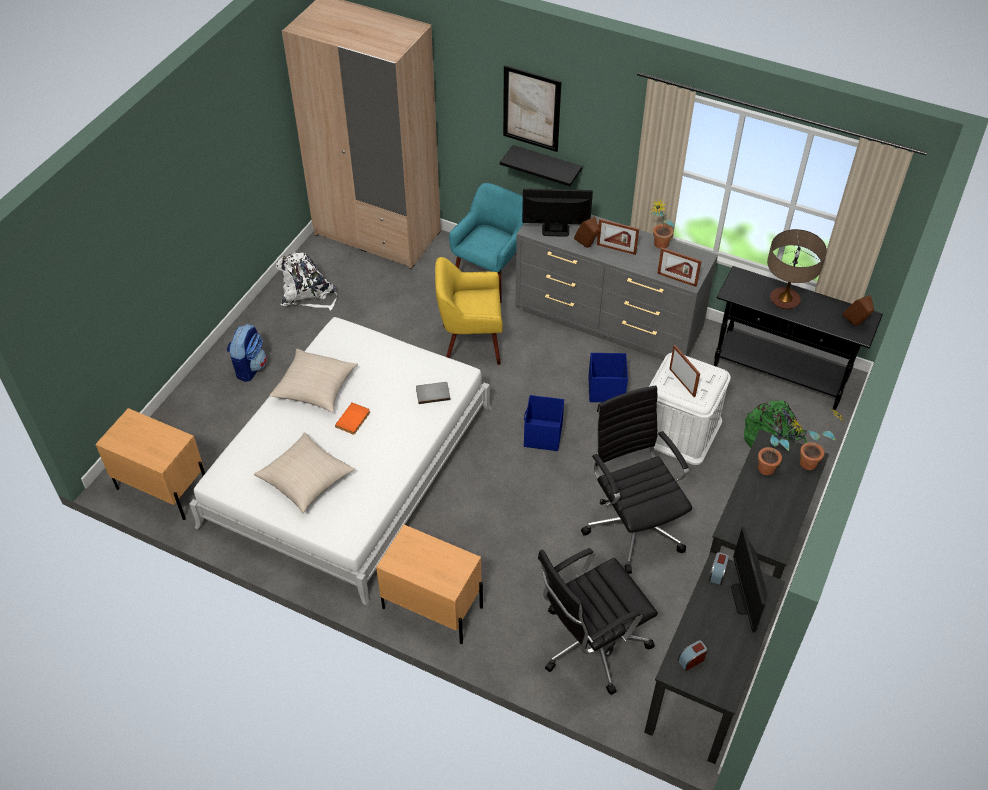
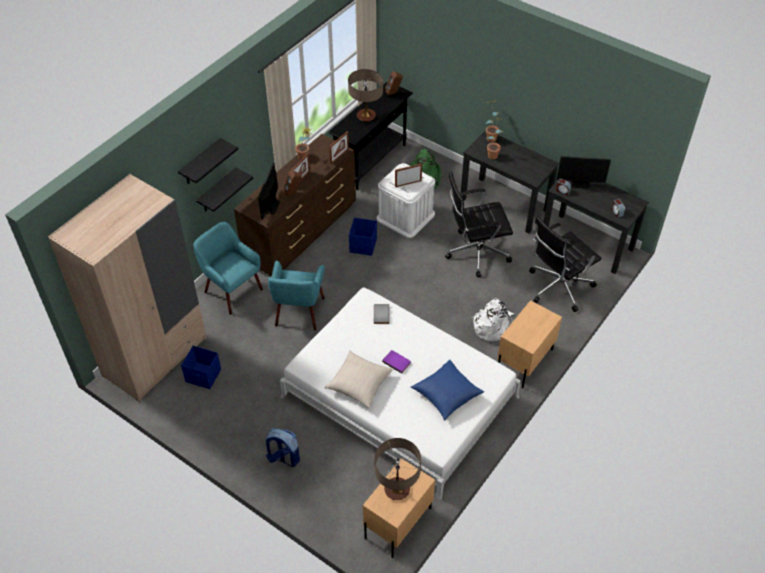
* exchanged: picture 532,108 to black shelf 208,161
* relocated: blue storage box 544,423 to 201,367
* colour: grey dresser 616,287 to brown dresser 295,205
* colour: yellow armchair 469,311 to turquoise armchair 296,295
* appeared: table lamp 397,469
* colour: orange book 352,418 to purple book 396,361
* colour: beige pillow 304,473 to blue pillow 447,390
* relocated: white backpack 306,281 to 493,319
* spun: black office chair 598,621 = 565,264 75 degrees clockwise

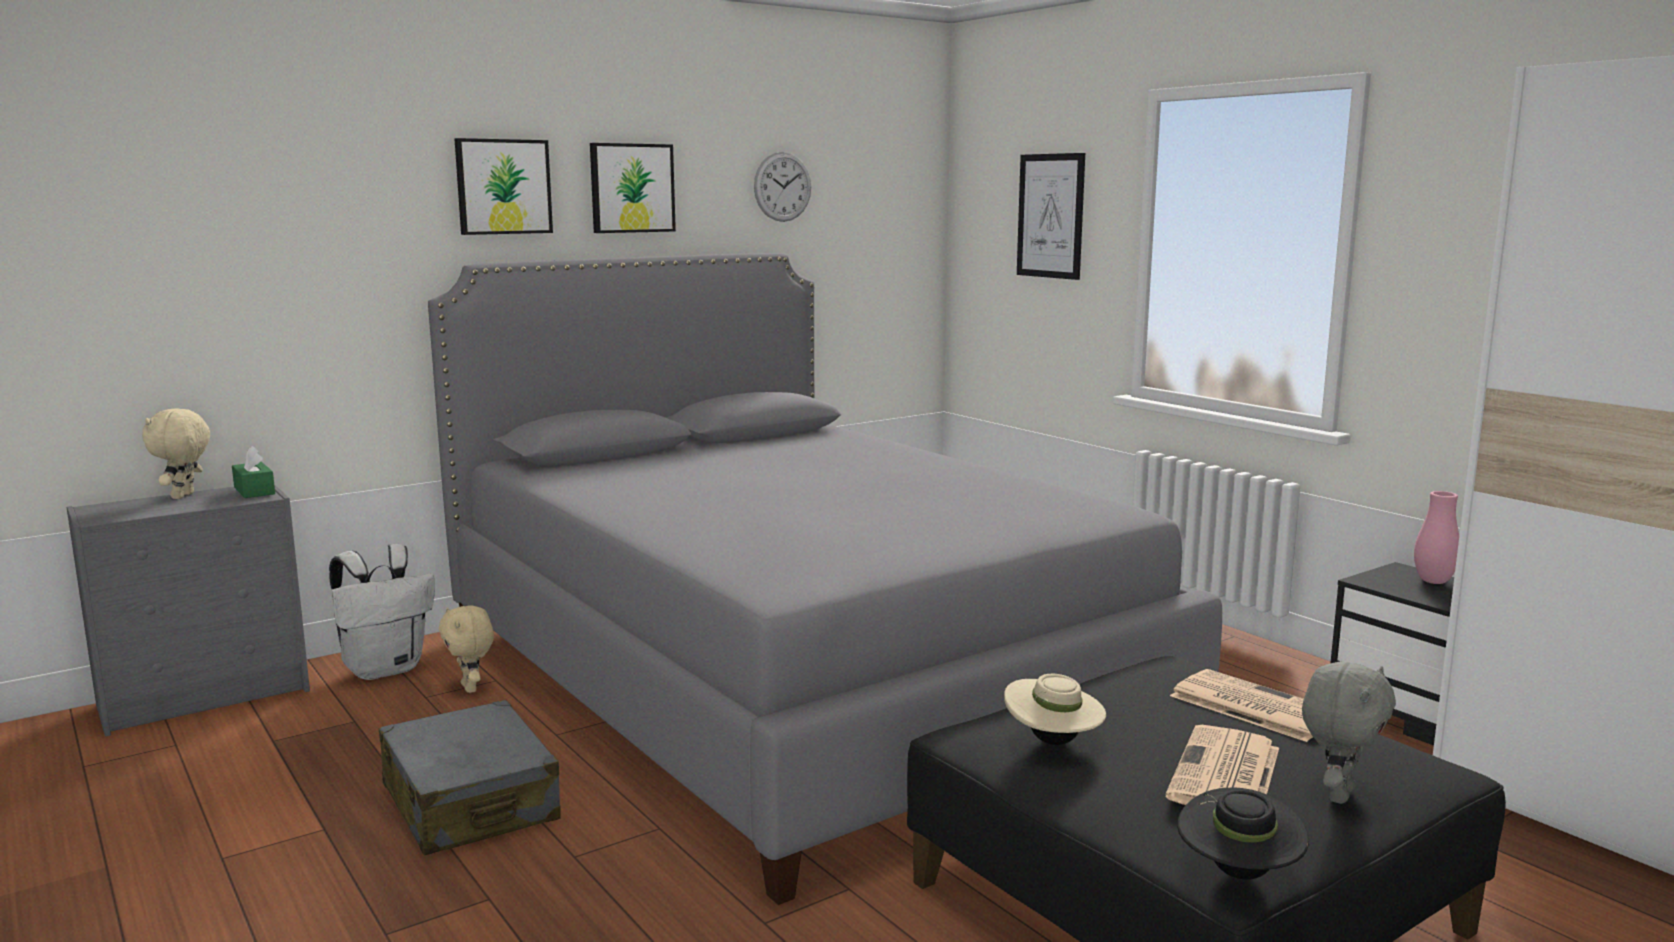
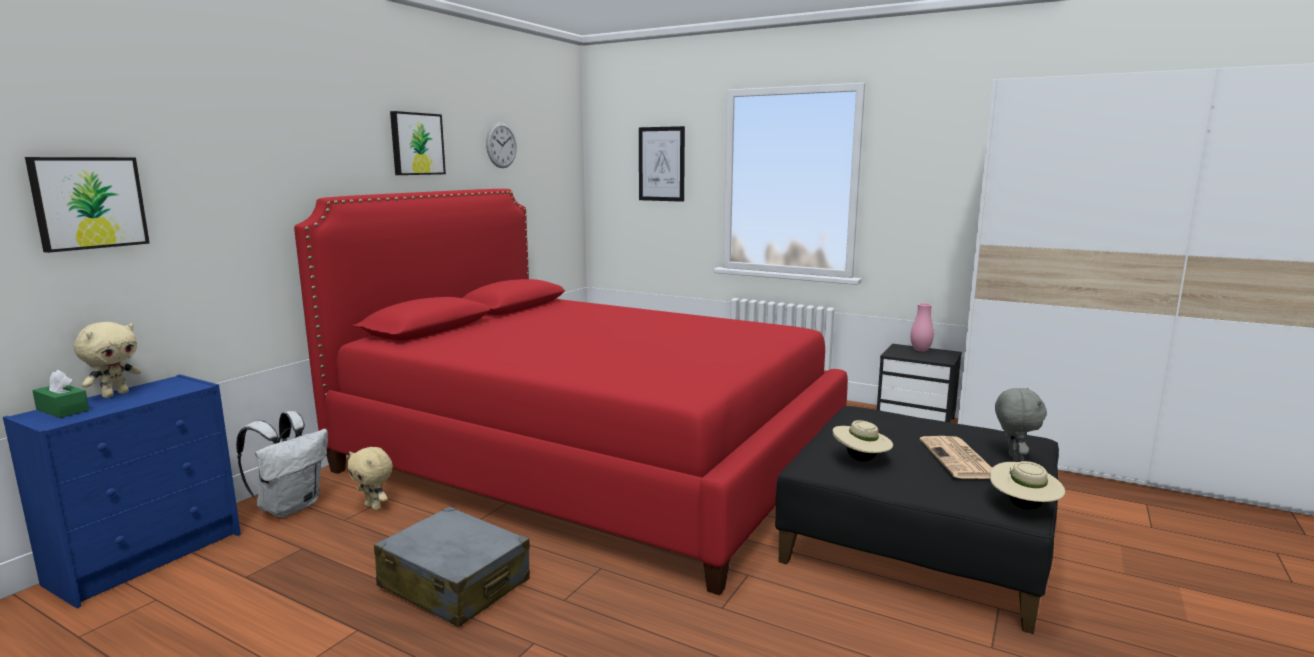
* colour: grey dresser 188,610 to blue dresser 122,491
* relocated: picture 504,186 to 87,205
* relocated: green tissue box 253,472 to 60,394
* spun: beige plush toy 176,453 = 107,360 135 degrees counterclockwise
* colour: grey bed 825,579 to red bed 571,392
* colour: black hat 1243,833 to beige hat 1027,485
* missing: newspaper 1241,705

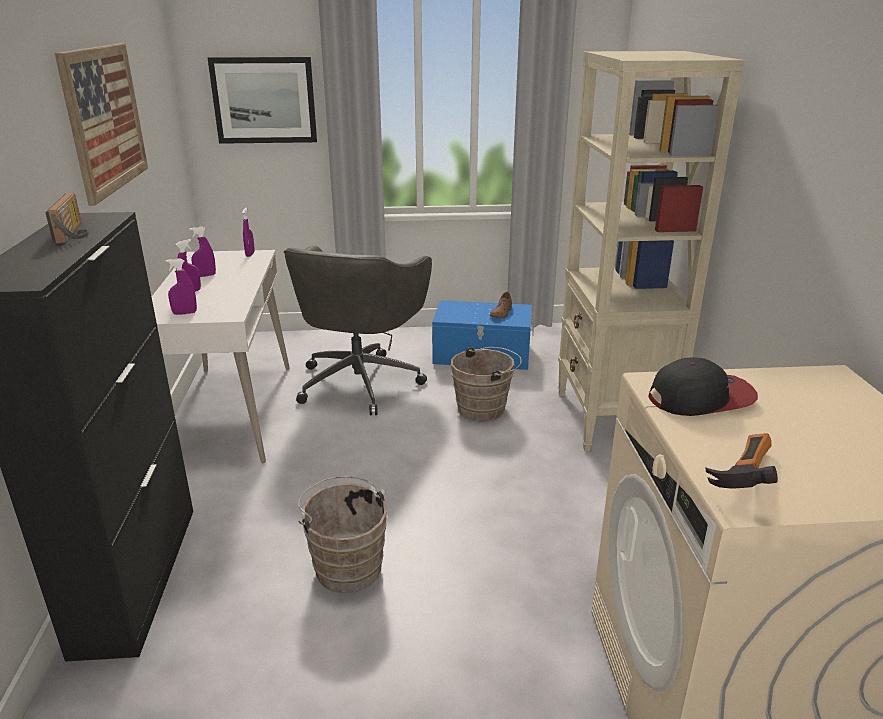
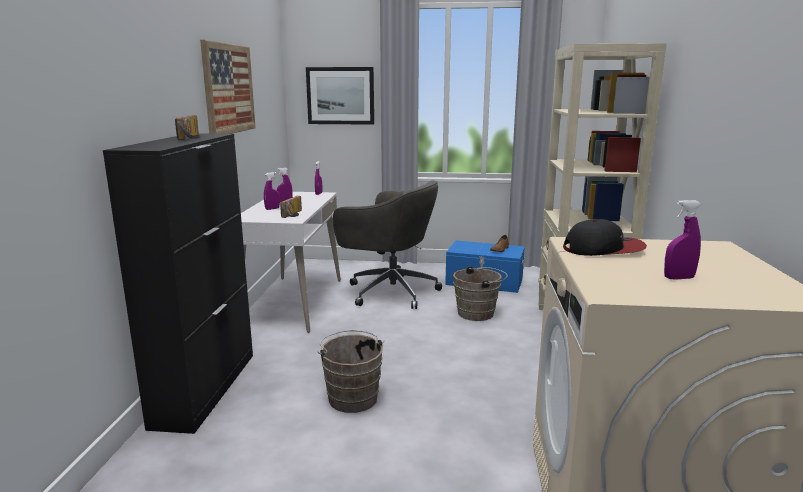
* appeared: radio 291,207
* spun: grey office chair 358,330 = 387,244 90 degrees counterclockwise
* relocated: purple spray bottle 181,286 to 683,240
* missing: hammer 742,461

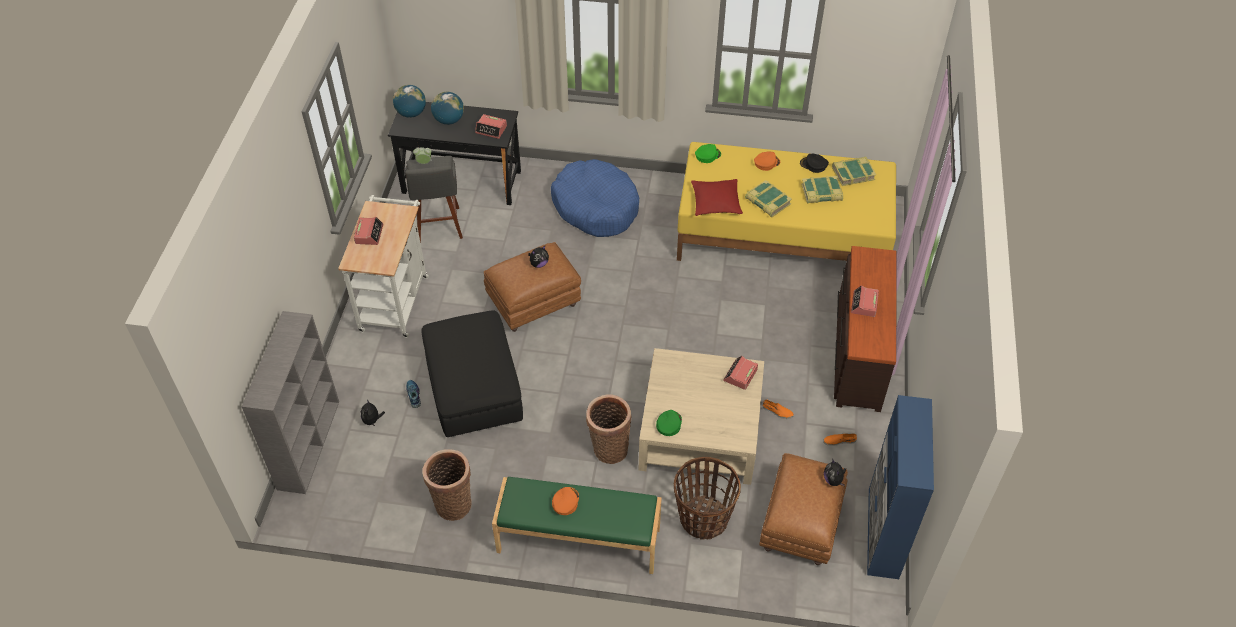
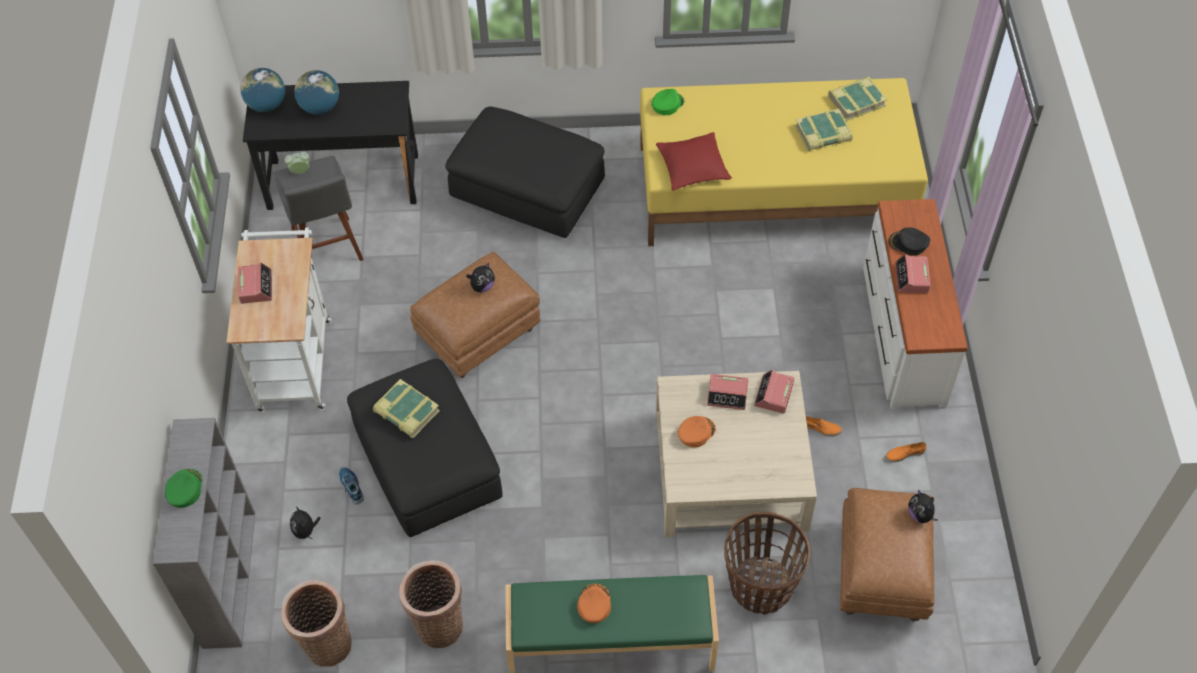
* relocated: green cap 669,423 to 183,488
* relocated: basket 609,429 to 316,623
* relocated: book 768,198 to 406,408
* exchanged: blue dog bed 595,198 to black ottoman 525,172
* relocated: orange cap 767,161 to 696,431
* relocated: alarm clock 491,126 to 728,392
* colour: brown dresser 865,329 to white dresser 915,304
* relocated: black cap 814,163 to 909,242
* missing: blue cabinet 900,487

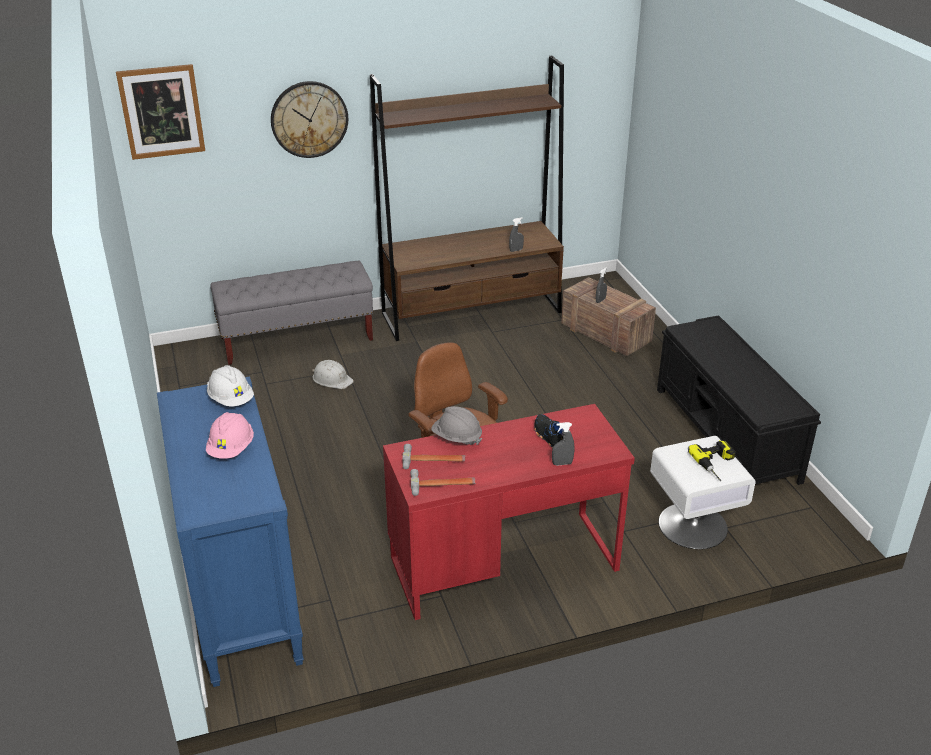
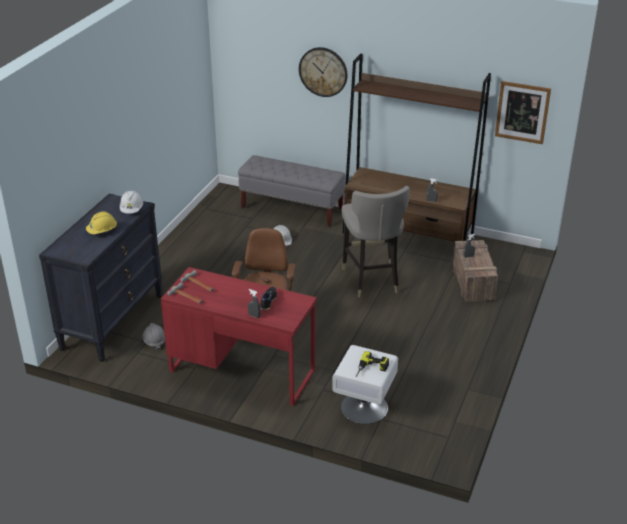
* colour: blue dresser 230,531 to black dresser 100,277
* colour: pink hard hat 230,435 to yellow hard hat 101,222
* relocated: grey hard hat 456,425 to 154,336
* appeared: grey stool 376,242
* relocated: picture 160,112 to 523,112
* missing: black bench 739,400

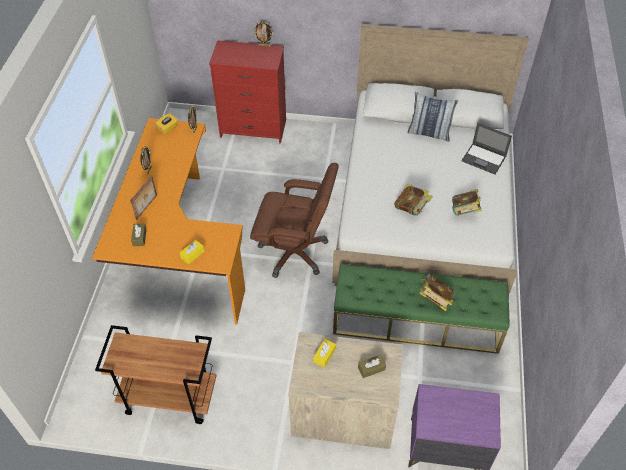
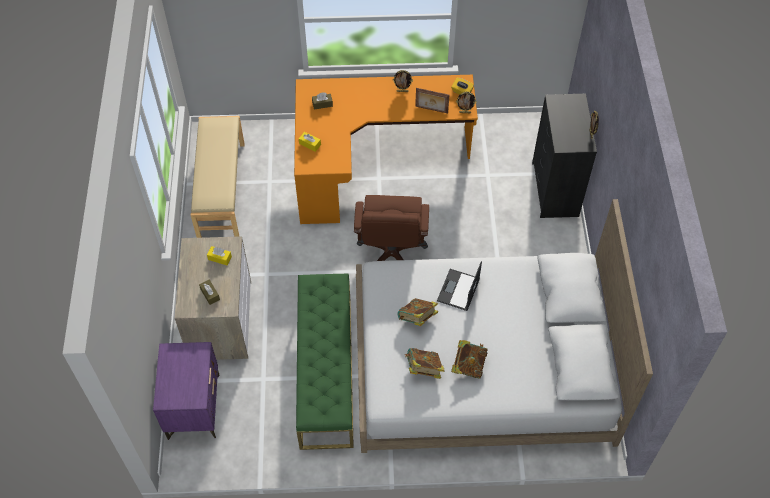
* exchanged: brown cart 156,374 to beige bench 218,177
* relocated: picture frame 143,197 to 432,100
* relocated: laptop 487,148 to 459,286
* relocated: book 436,292 to 469,359
* colour: red dresser 247,92 to black dresser 564,156
* missing: pillow 432,117

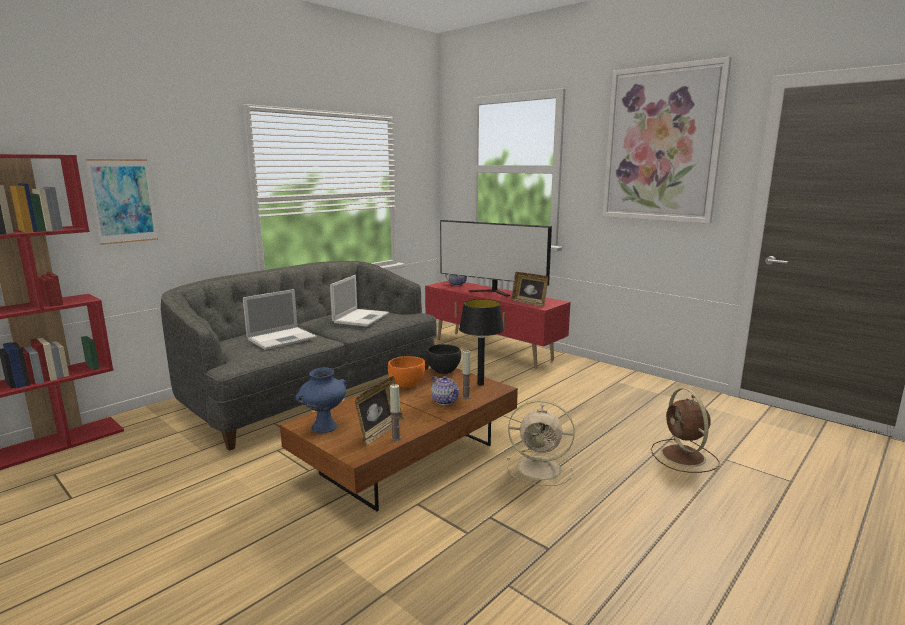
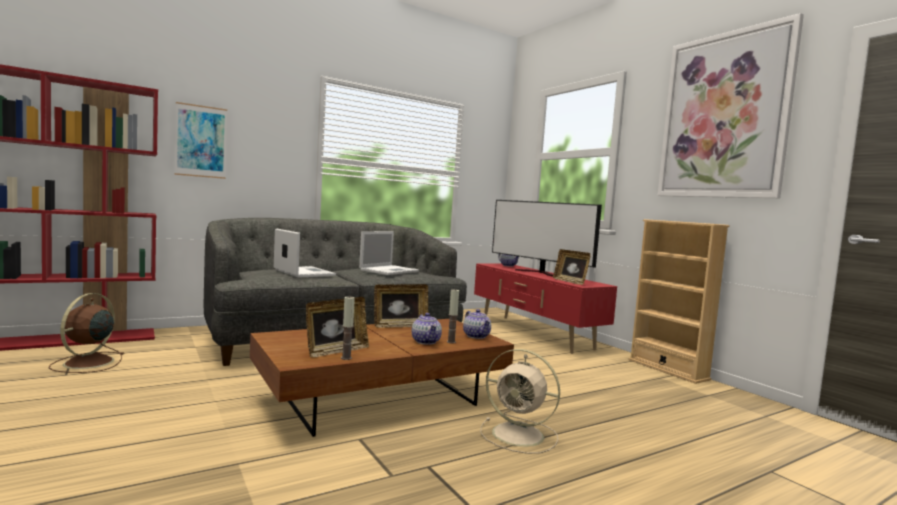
* relocated: brown fan 685,430 to 87,333
* spun: laptop 280,319 = 305,253 105 degrees counterclockwise
* exchanged: orange bowl 406,372 to picture frame 401,306
* exchanged: black table lamp 481,342 to teapot 477,324
* appeared: beige bookcase 678,301
* missing: blue vase 321,400
* missing: black bowl 443,359

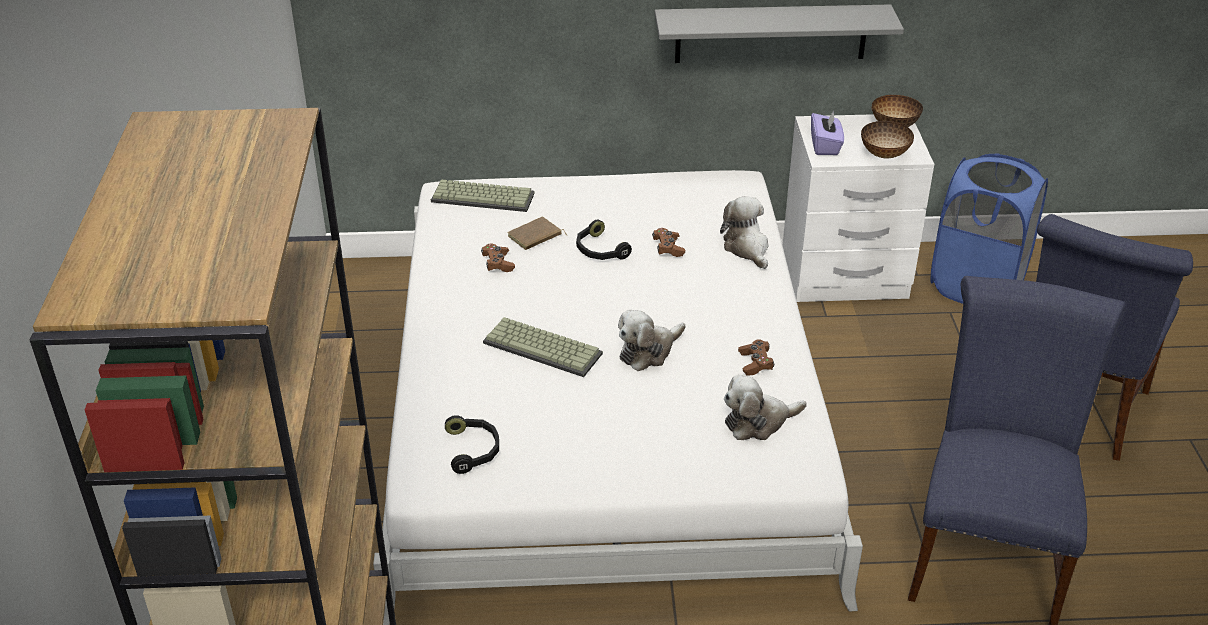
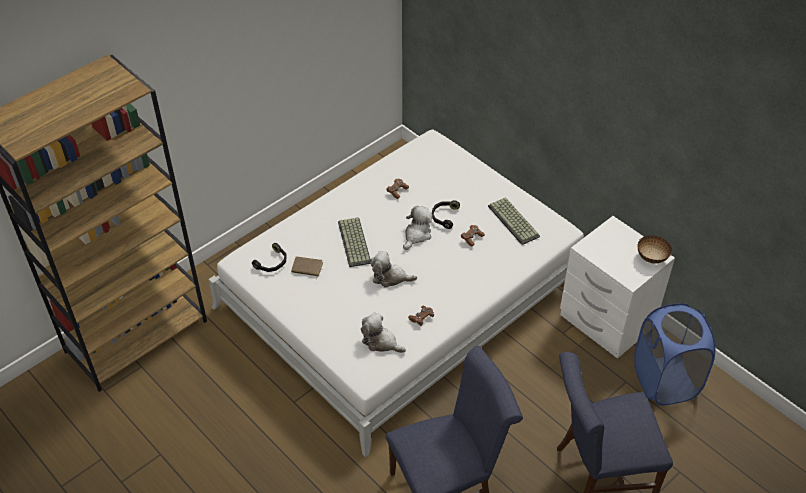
* relocated: brown book 538,233 to 307,268
* relocated: plush toy 744,233 to 418,228
* relocated: keyboard 483,195 to 514,221
* missing: grey shelf 779,33
* missing: purple tissue box 827,132
* missing: bowl 887,139

